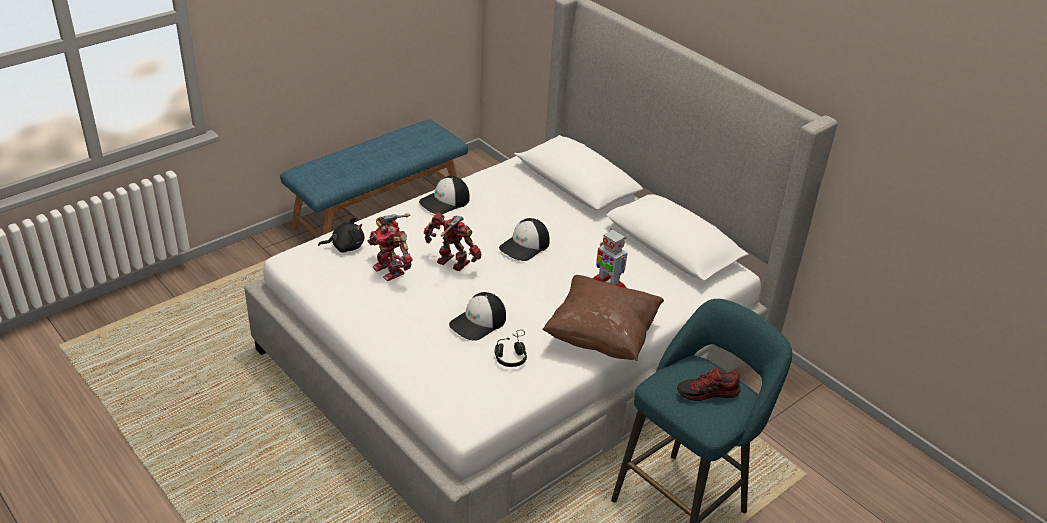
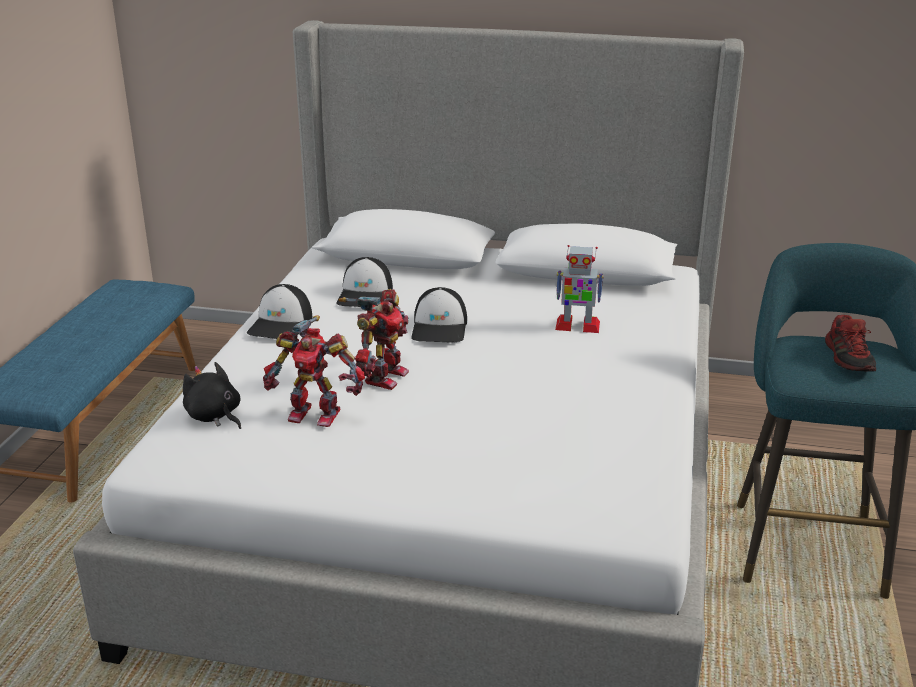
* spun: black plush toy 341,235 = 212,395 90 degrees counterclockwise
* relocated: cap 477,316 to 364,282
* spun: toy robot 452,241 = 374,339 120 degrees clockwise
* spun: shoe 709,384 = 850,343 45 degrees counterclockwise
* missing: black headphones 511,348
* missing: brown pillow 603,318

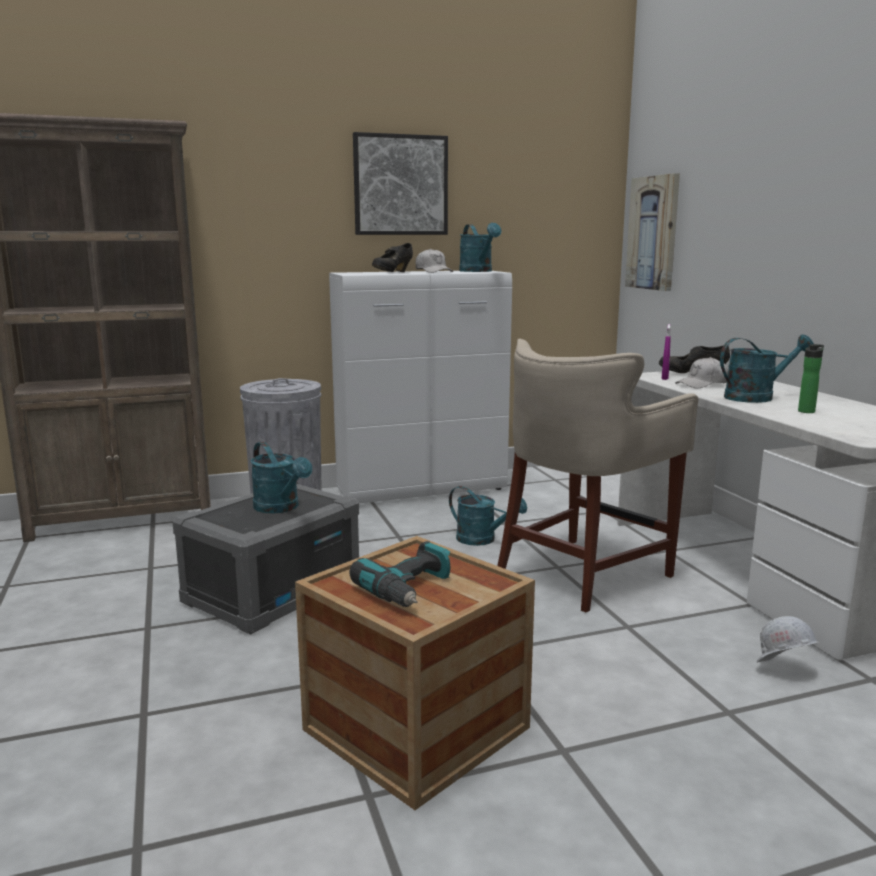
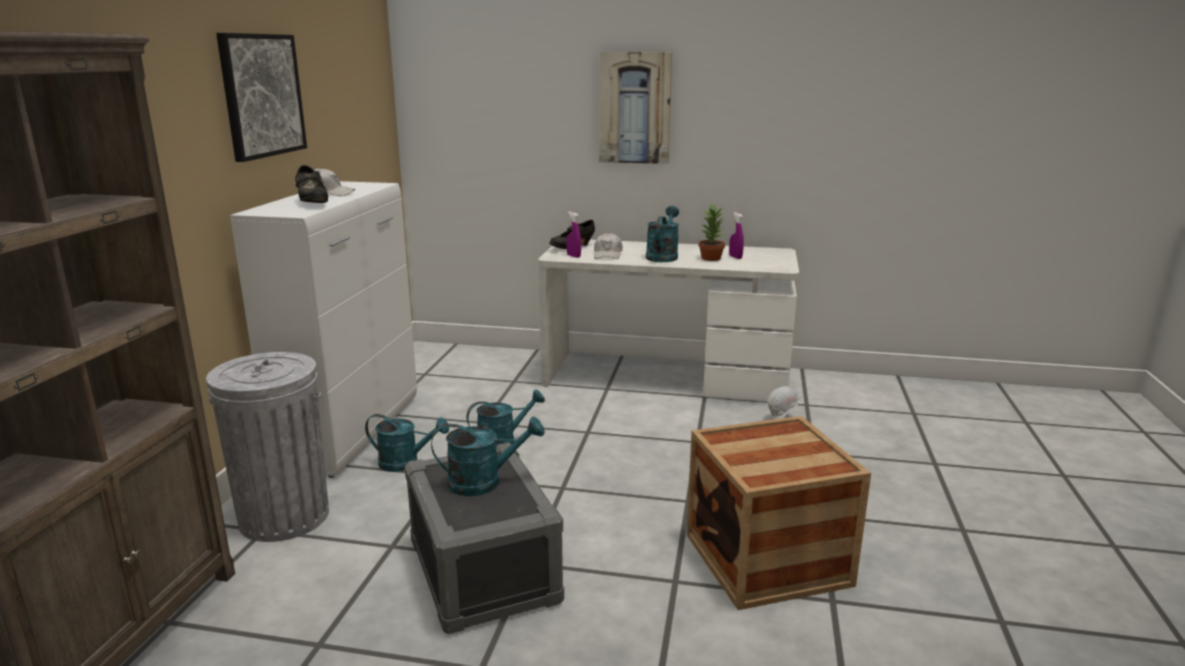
* relocated: turquoise watering can 480,247 to 407,443
* relocated: picture 652,232 to 635,108
* exchanged: bottle 811,378 to potted plant 712,232
* appeared: purple spray bottle 736,235
* missing: power drill 399,574
* missing: beige stool 598,476

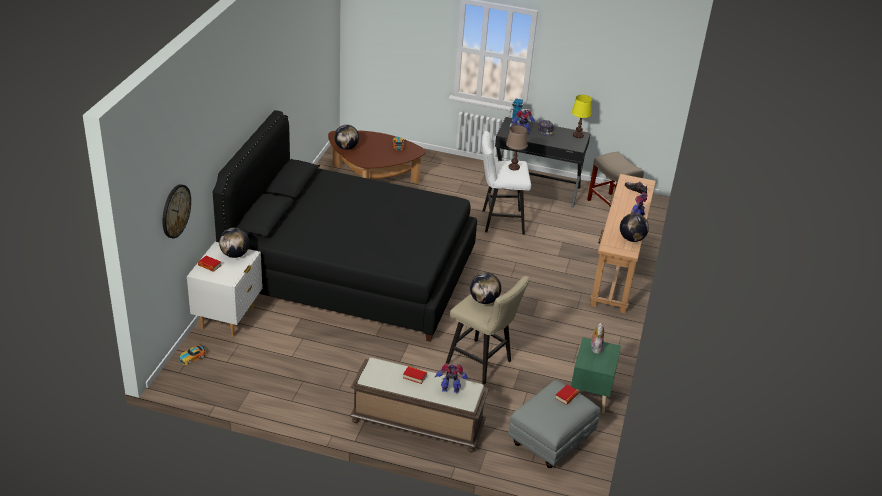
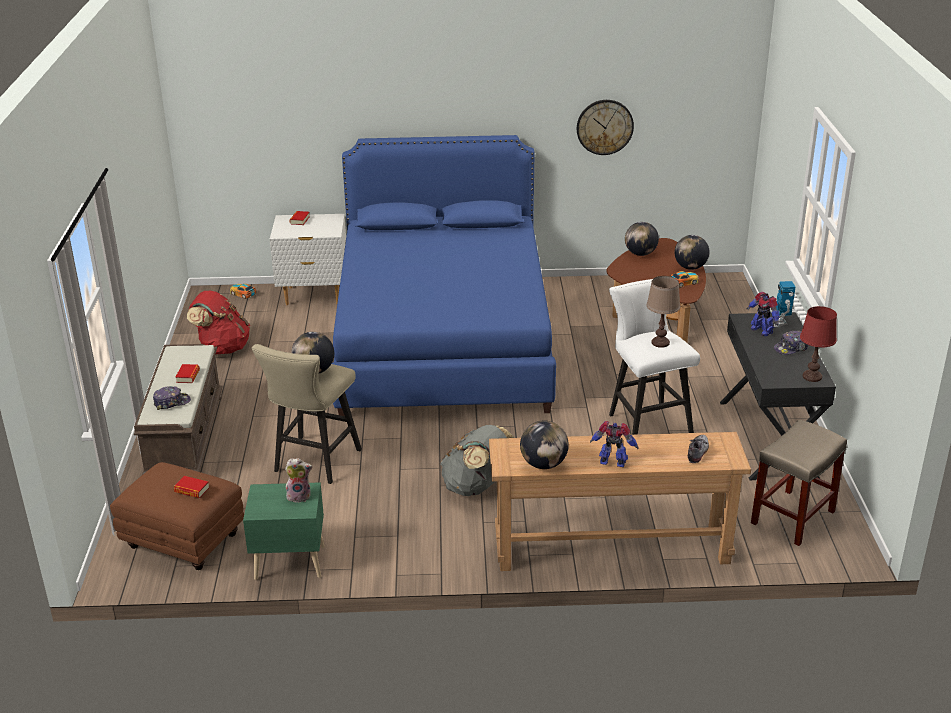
* colour: grey ottoman 554,424 to brown ottoman 177,516
* exchanged: toy robot 451,378 to cap 172,398
* appeared: red backpack 218,322
* colour: black bed 345,226 to blue bed 444,276
* appeared: grey backpack 477,460
* relocated: wall clock 177,211 to 605,127
* relocated: globe 234,243 to 691,252
* colour: yellow table lamp 582,116 to red table lamp 818,344

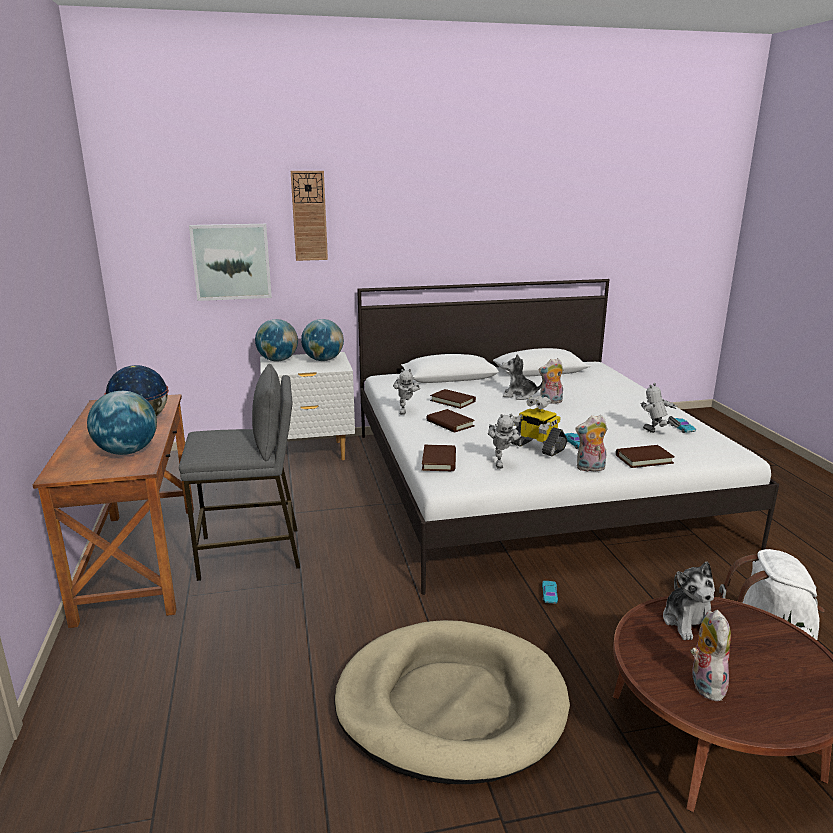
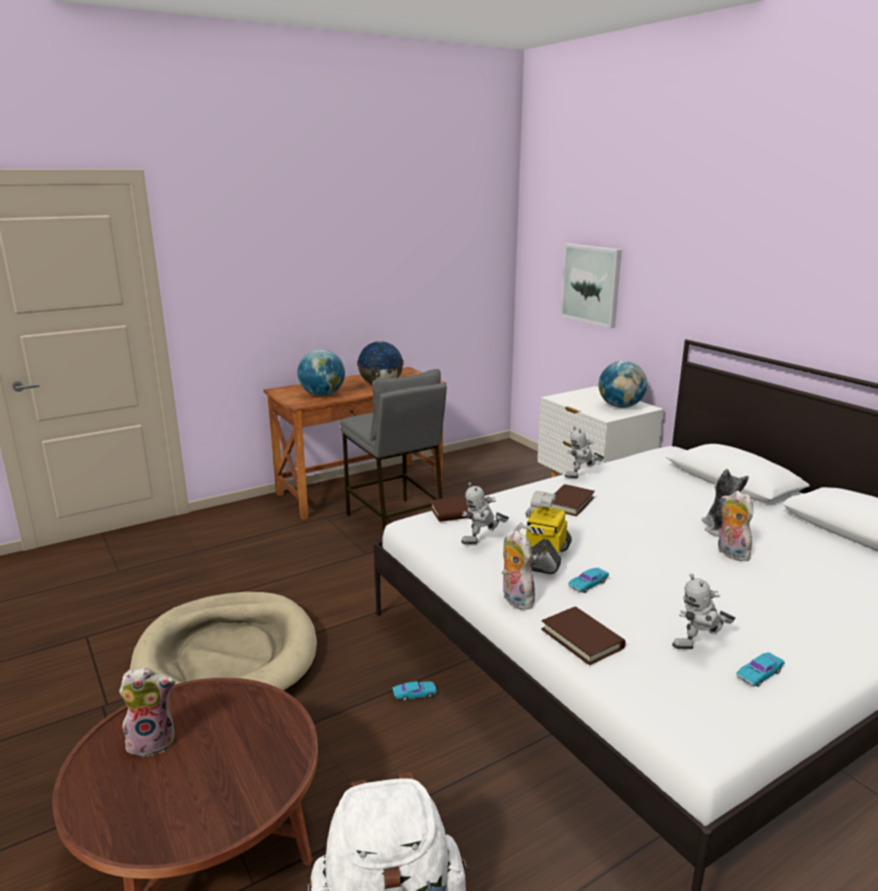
* spun: toy robot 660,408 = 703,611 135 degrees counterclockwise
* missing: globe 276,340
* missing: wall clock 309,216
* missing: brown book 453,399
* missing: plush toy 689,601

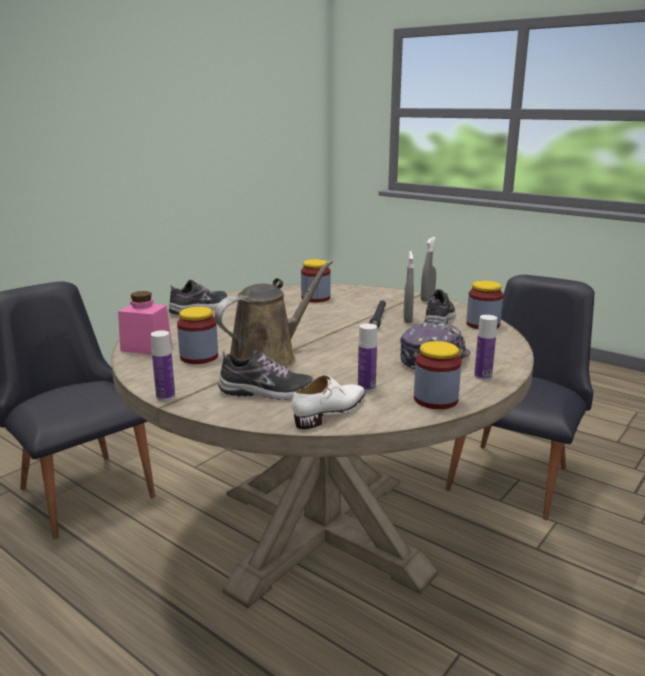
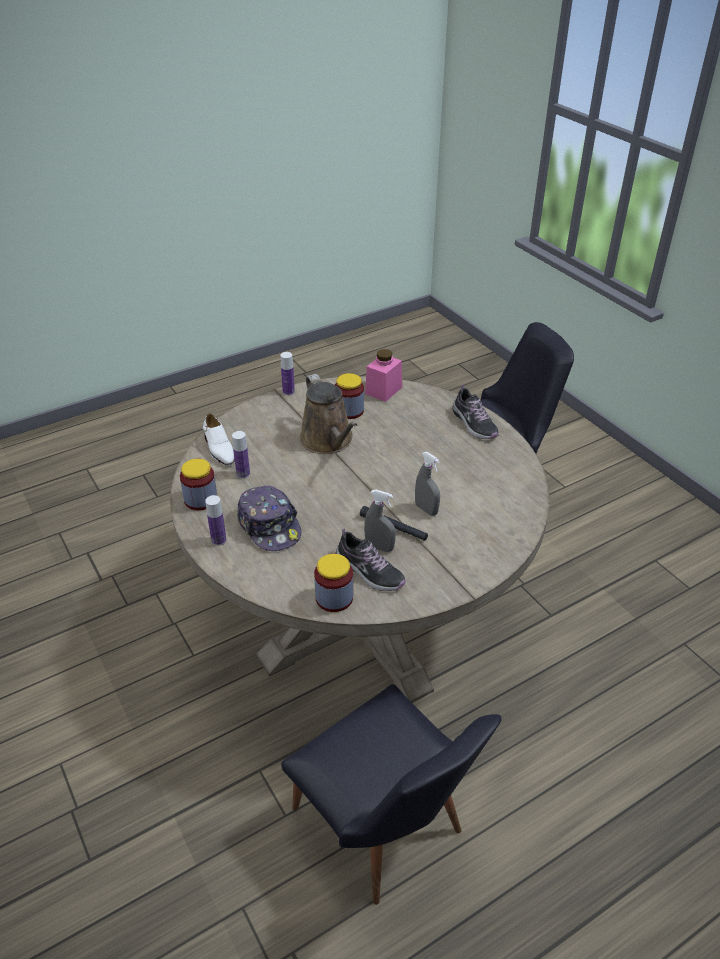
* relocated: grey spray bottle 428,269 to 427,484
* missing: shoe 266,375
* missing: jar 316,280

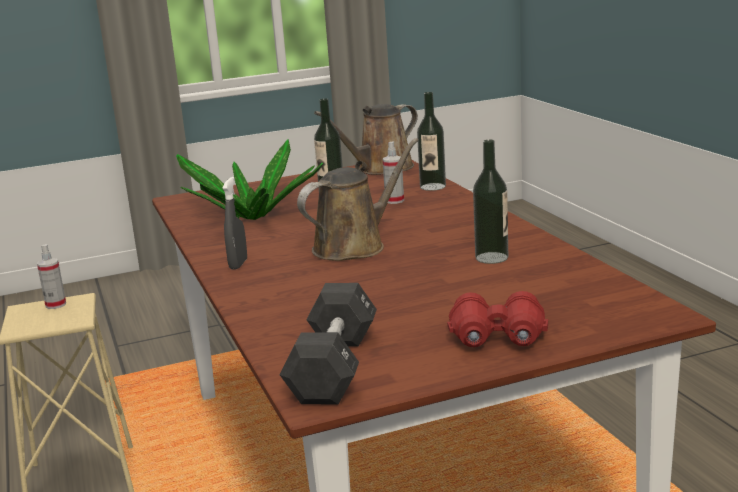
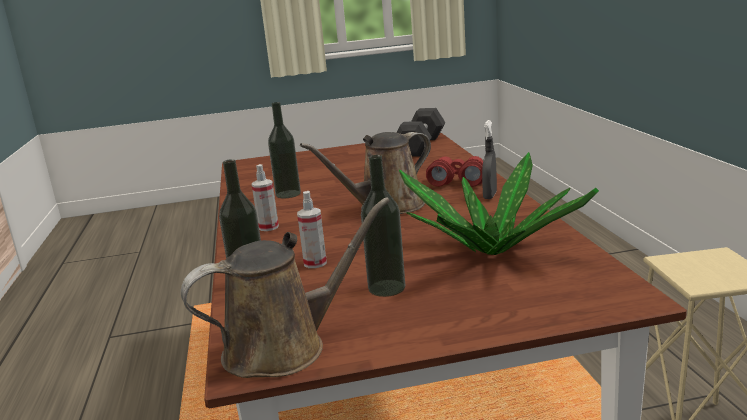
* relocated: spray bottle 51,276 to 265,197
* relocated: red binoculars 497,319 to 454,171

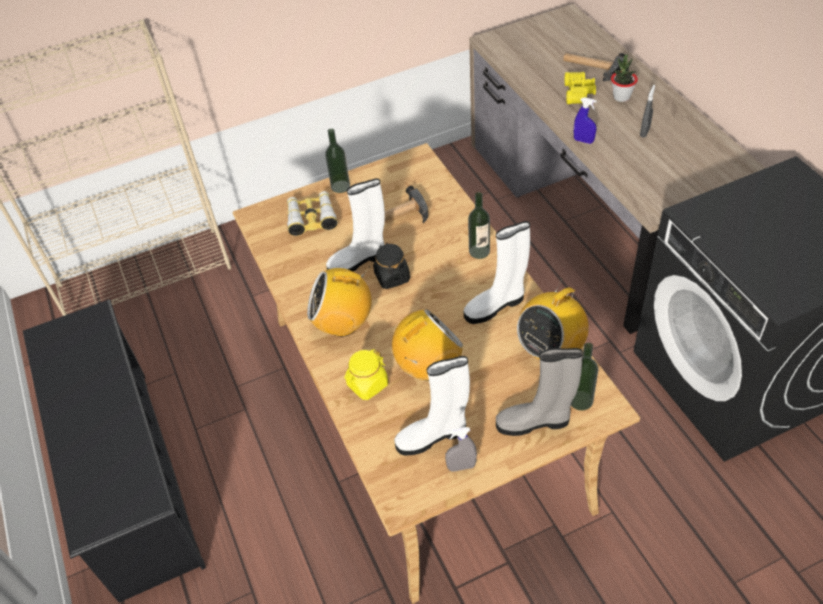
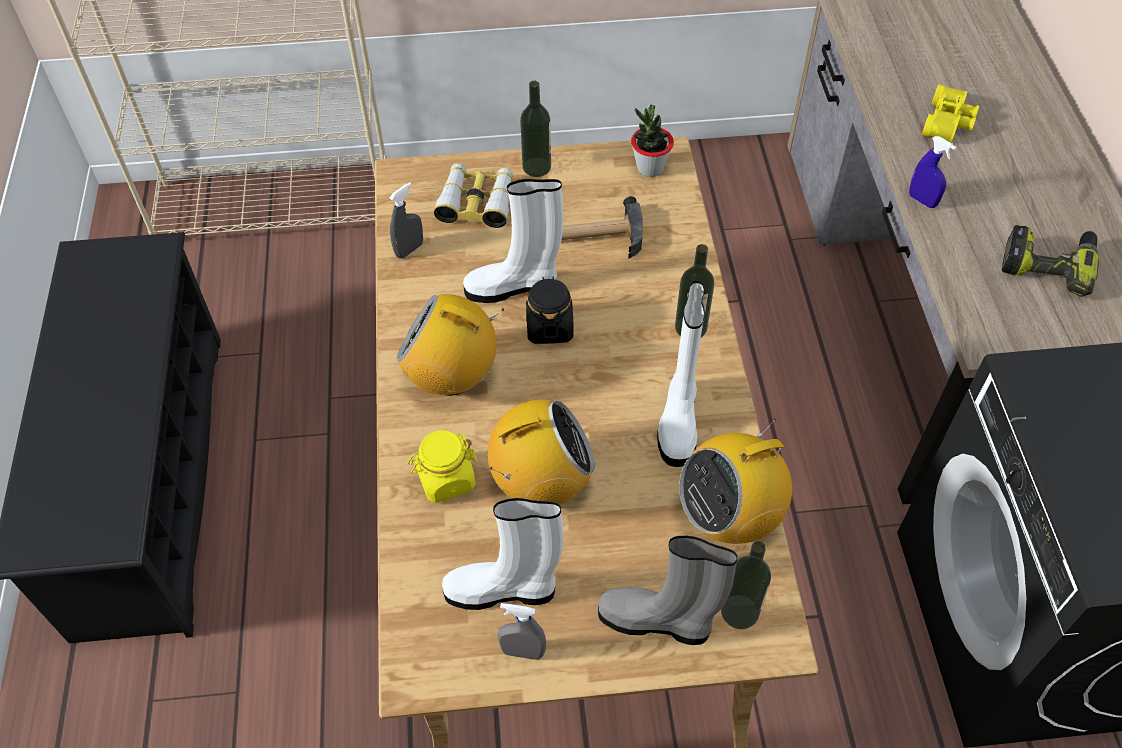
* relocated: grey spray bottle 647,111 to 406,220
* relocated: potted plant 624,78 to 652,140
* spun: white boot 497,272 = 681,373 75 degrees counterclockwise
* appeared: power drill 1050,261
* missing: hammer 594,67

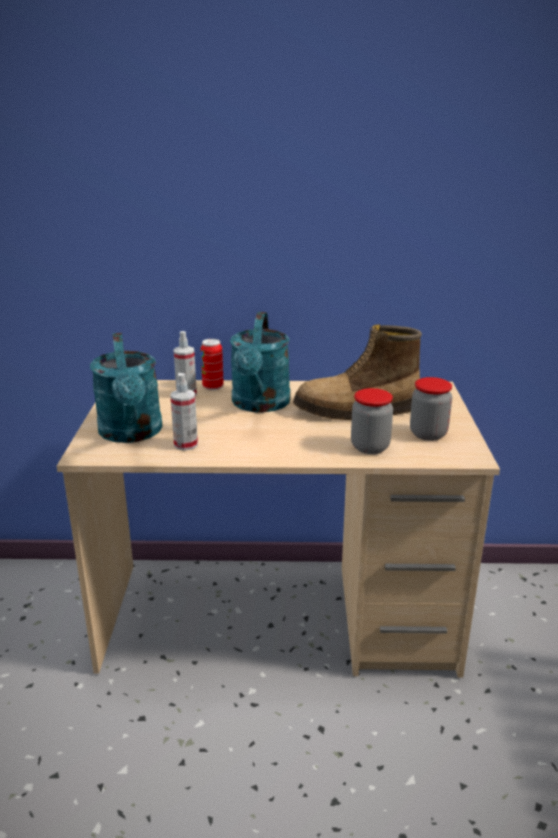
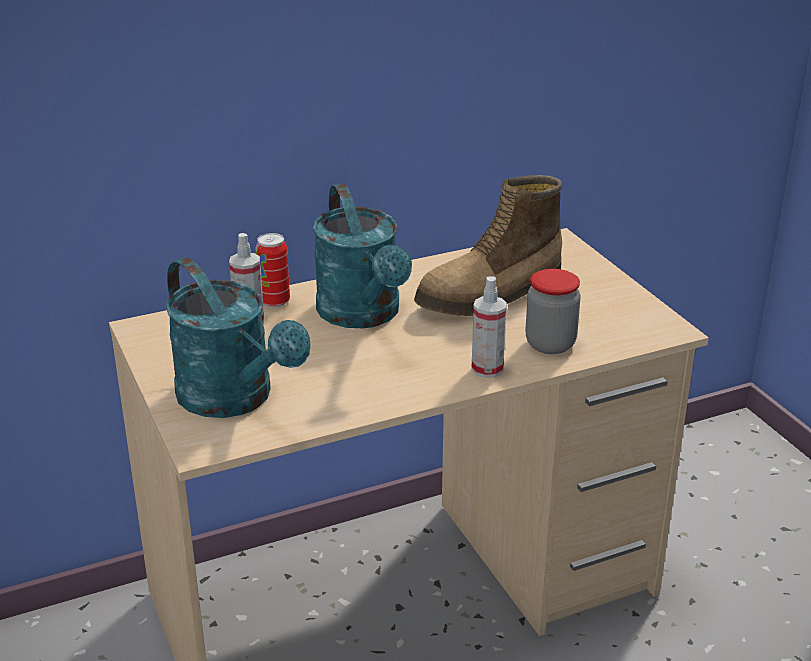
* relocated: spray bottle 184,412 to 489,327
* missing: jar 431,409

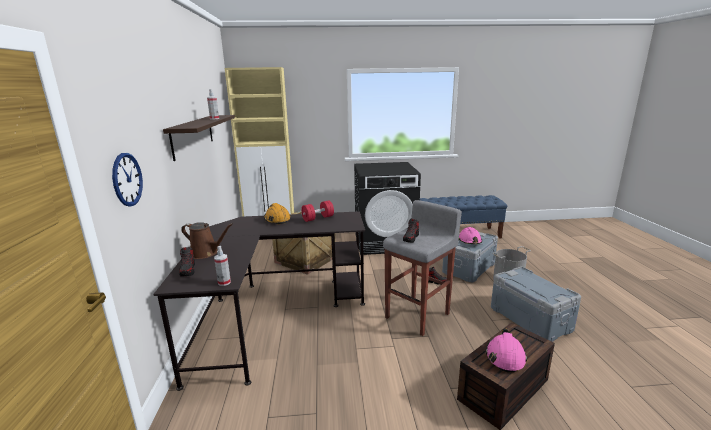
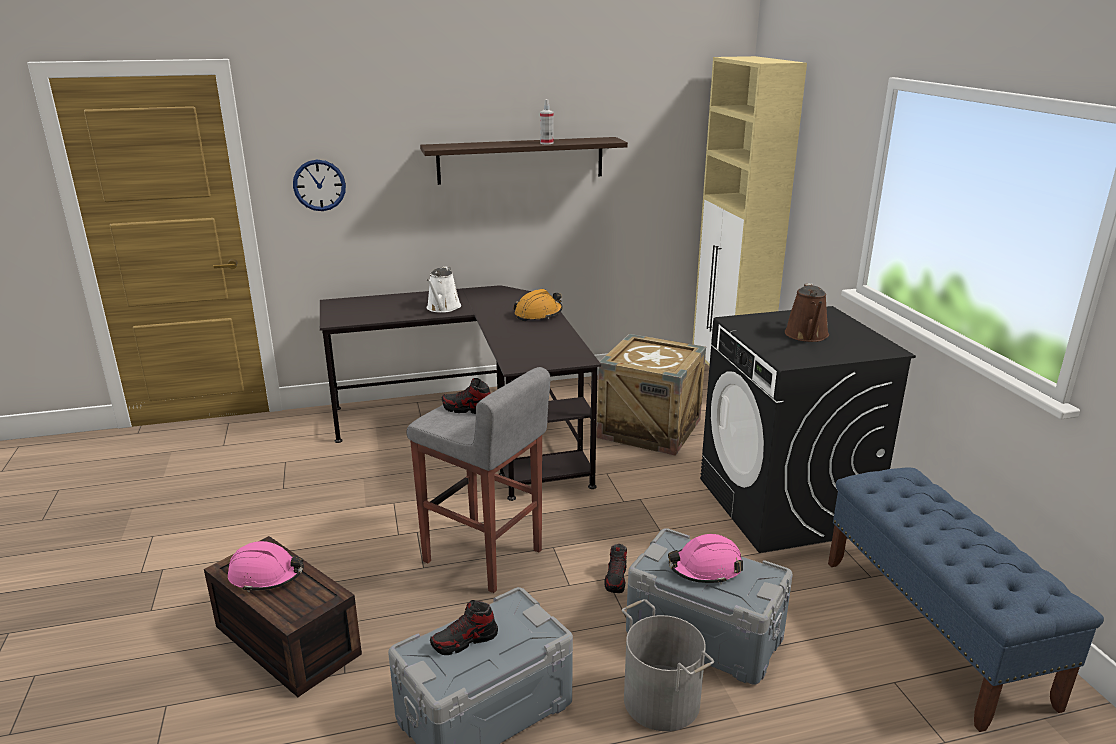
* appeared: white watering can 443,289
* relocated: shoe 187,262 to 464,627
* relocated: brown watering can 207,240 to 807,312
* missing: spray bottle 222,266
* missing: red dumbbell 317,211

